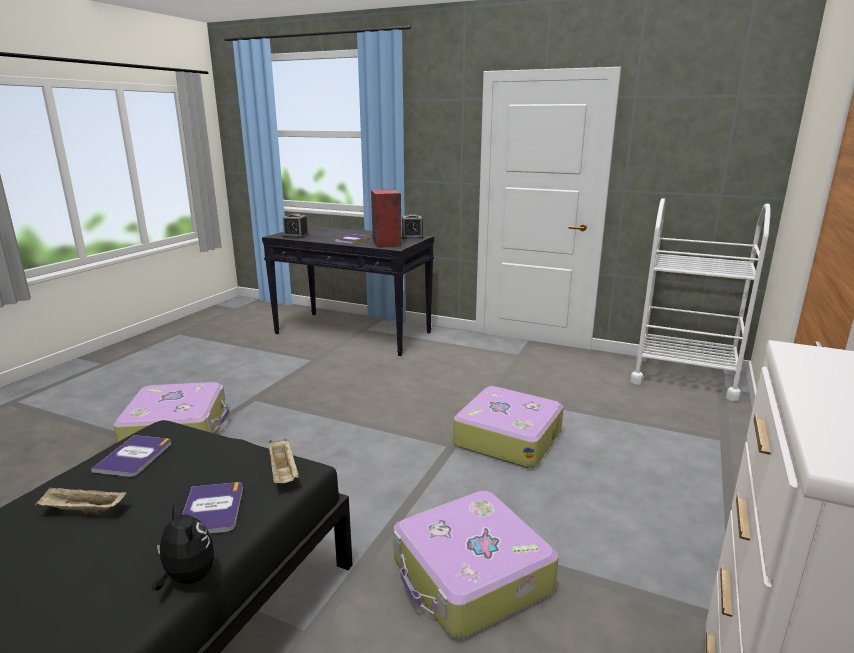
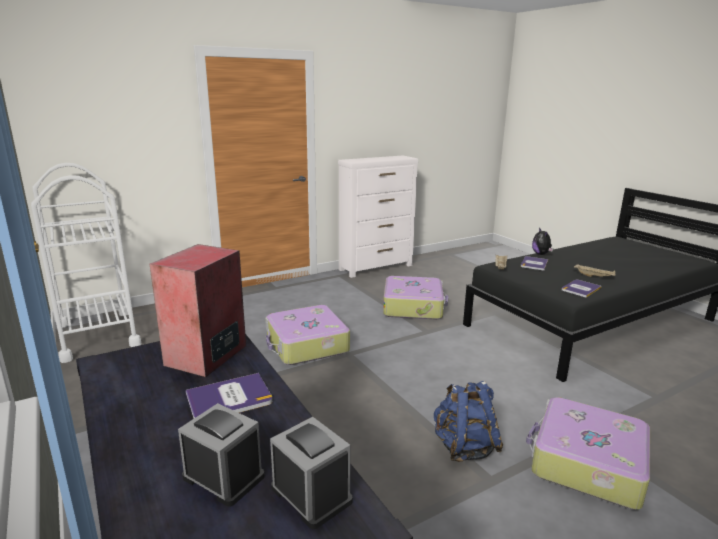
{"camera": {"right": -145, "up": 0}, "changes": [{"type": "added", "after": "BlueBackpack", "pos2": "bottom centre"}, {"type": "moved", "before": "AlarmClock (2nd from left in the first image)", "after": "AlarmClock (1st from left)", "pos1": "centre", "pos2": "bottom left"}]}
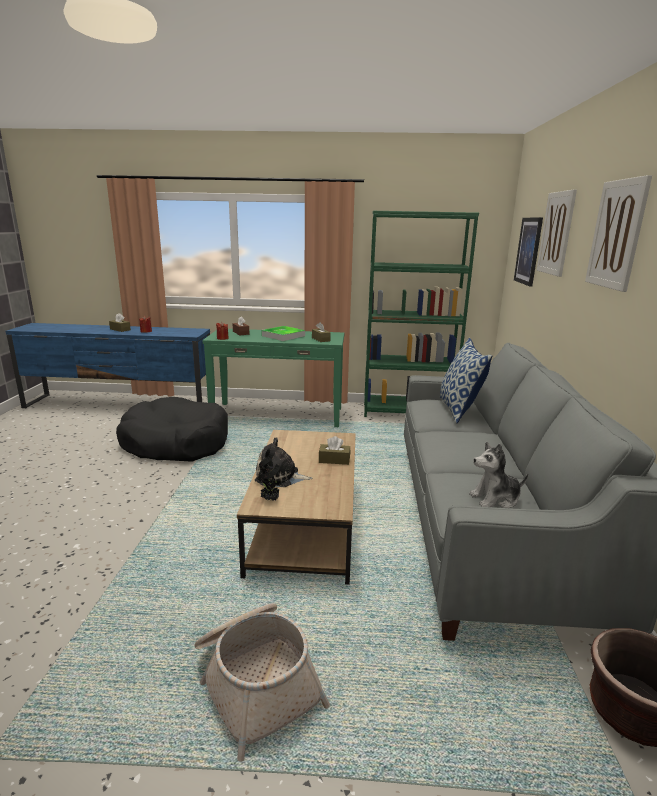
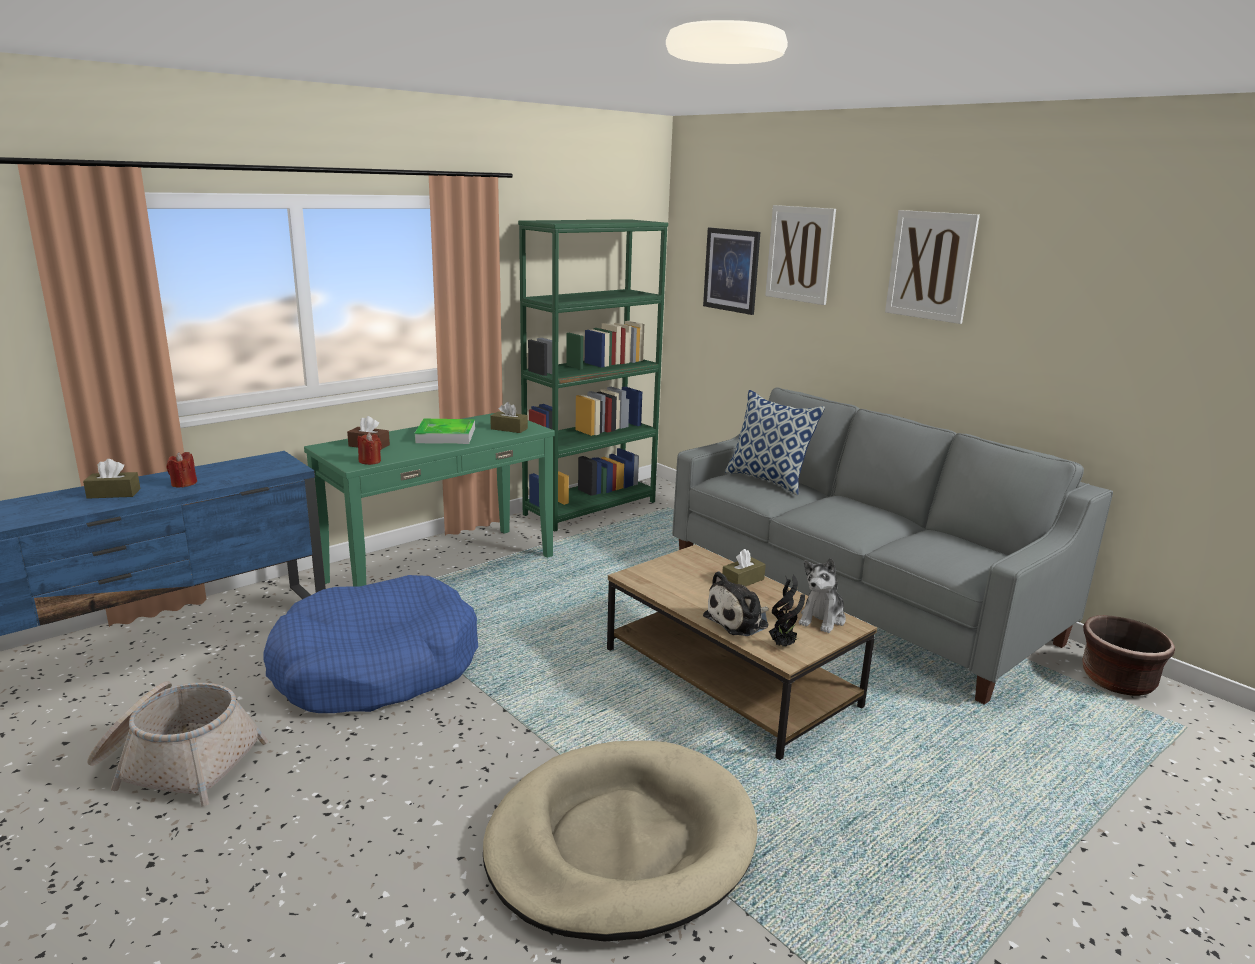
{"camera": {"right": -45, "up": 0}, "changes": [{"type": "added", "after": "BeigeDogBed", "pos2": "bottom centre"}, {"type": "moved", "before": "Basket", "pos1": "bottom centre", "pos2": "bottom left"}, {"type": "moved", "before": "PlushToy (2nd from left)", "pos1": "middle right", "pos2": "centre"}, {"type": "recoloured", "before": "BlackDogBed", "after": "BlueDogBed", "pos1": "middle left", "pos2": "bottom left"}]}
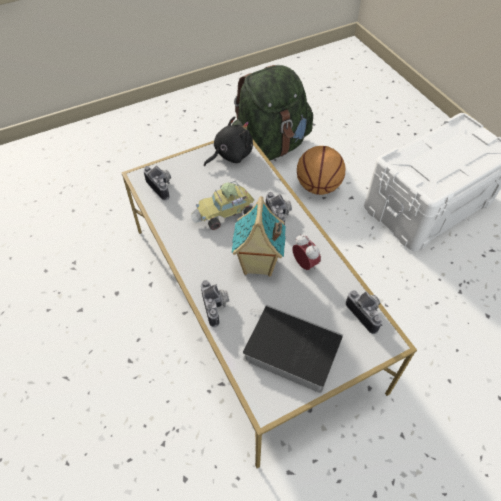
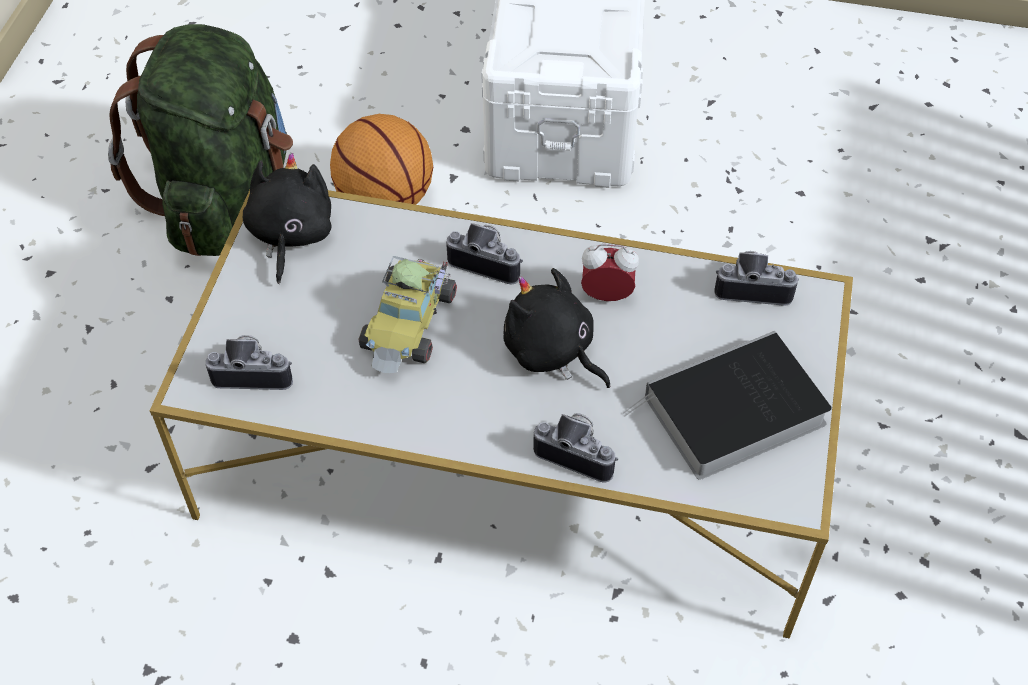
{"camera": {"right": -50, "up": 0}, "changes": [{"type": "replaced", "before": "ToyHouse", "after": "BlackPlushToy (2nd from left)", "pos1": "centre", "pos2": "centre"}]}
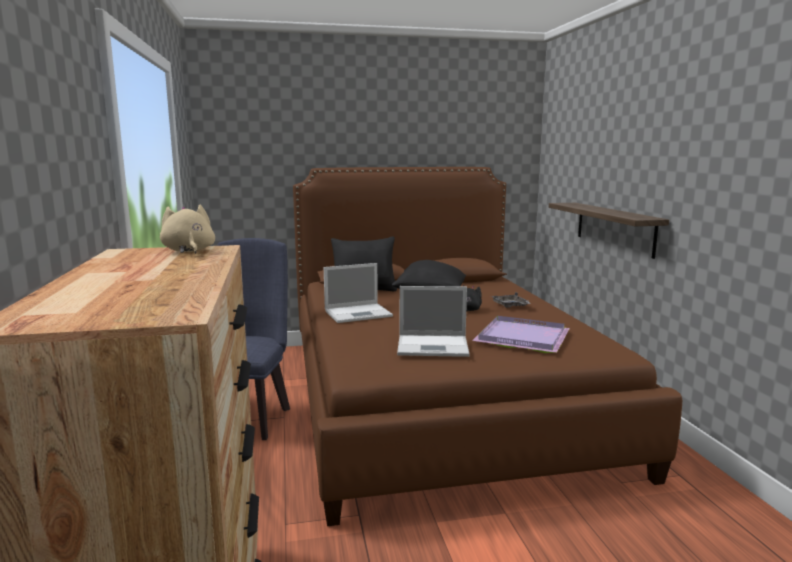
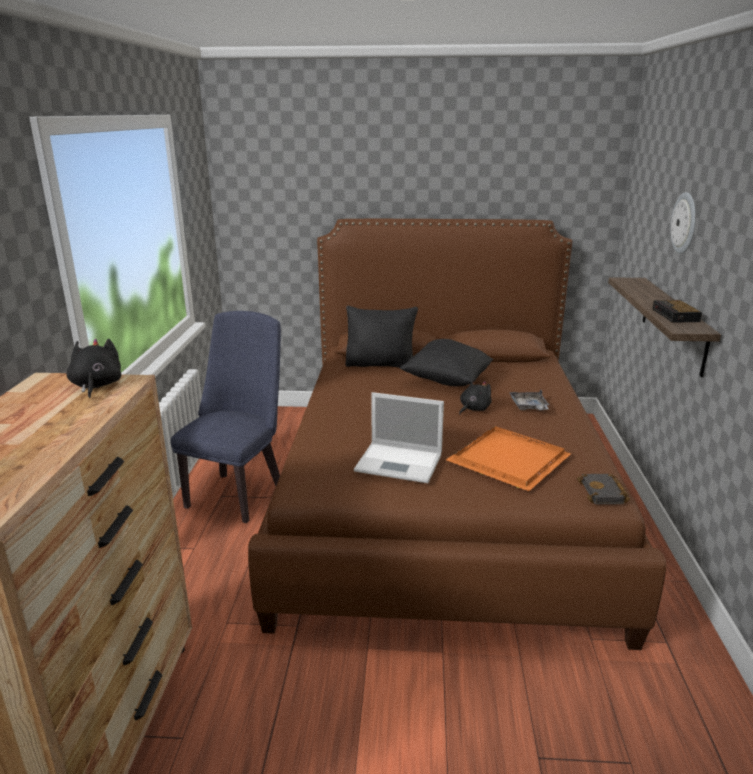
{"camera": {"right": 15, "up": 10}, "changes": [{"type": "removed", "before": "Laptop (1st from left)", "pos1": "centre"}, {"type": "added", "after": "BlackBook", "pos2": "middle right"}, {"type": "added", "after": "AlarmClock", "pos2": "middle right"}, {"type": "added", "after": "WallClock", "pos2": "top right"}, {"type": "recoloured", "before": "BeigePlushToy", "after": "BlackPlushToy (1st from left)", "pos1": "middle left", "pos2": "middle left"}, {"type": "recoloured", "before": "PurpleTray", "after": "OrangeTray", "pos1": "centre", "pos2": "middle right"}]}
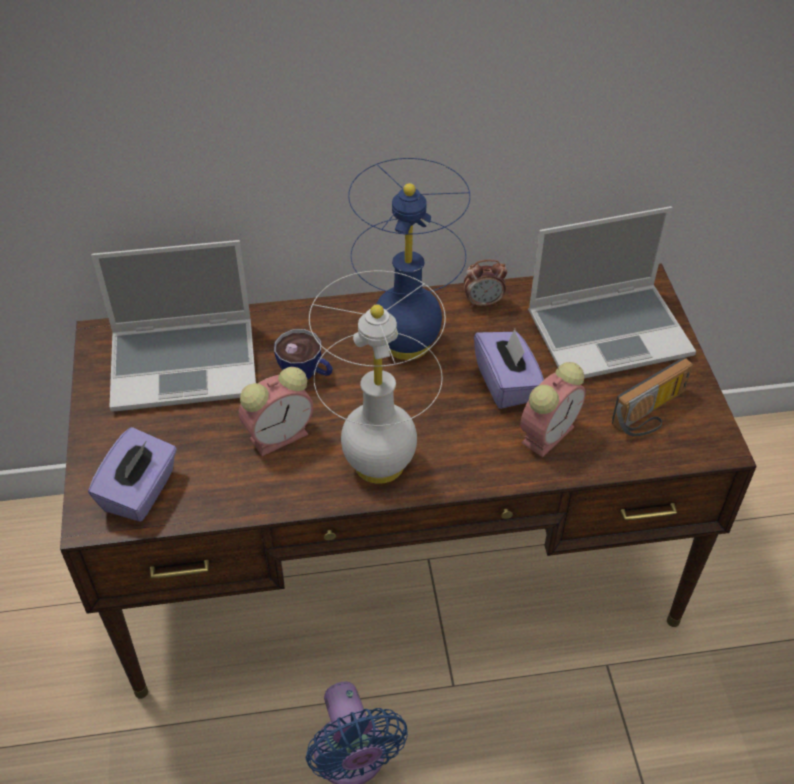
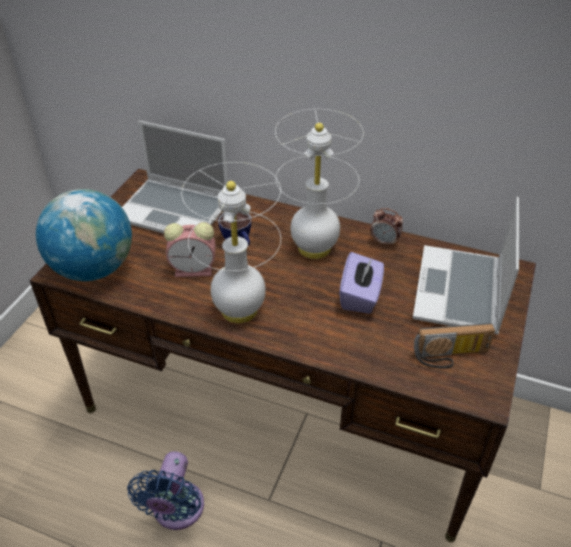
{"camera": {"right": 30, "up": -5}, "changes": [{"type": "removed", "before": "AlarmClock (3rd from left)", "pos1": "middle right"}, {"type": "replaced", "before": "PurpleTissueBox (1st from left)", "after": "Globe", "pos1": "middle left", "pos2": "middle left"}, {"type": "recoloured", "before": "BlueTableLamp", "after": "WhiteTableLamp (2nd from left)", "pos1": "top centre", "pos2": "centre"}, {"type": "turned", "before": "Laptop (2nd from left)", "pos1": "middle right", "pos2": "middle right", "turn": 90}]}
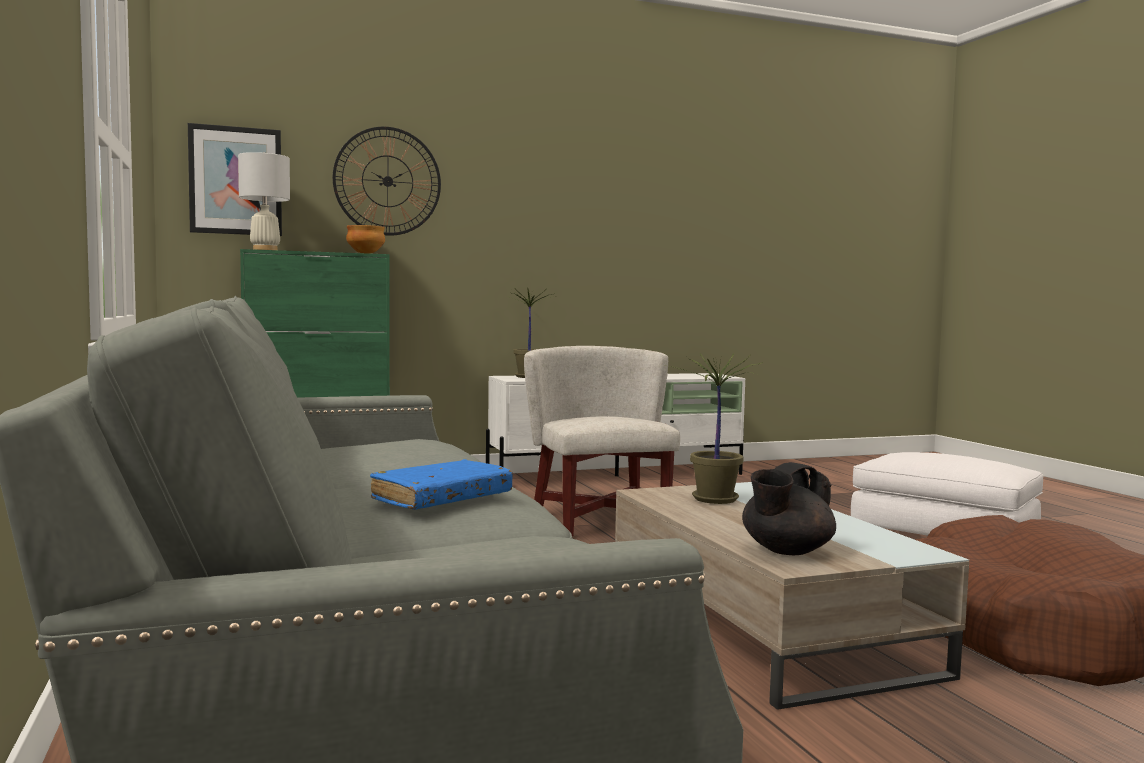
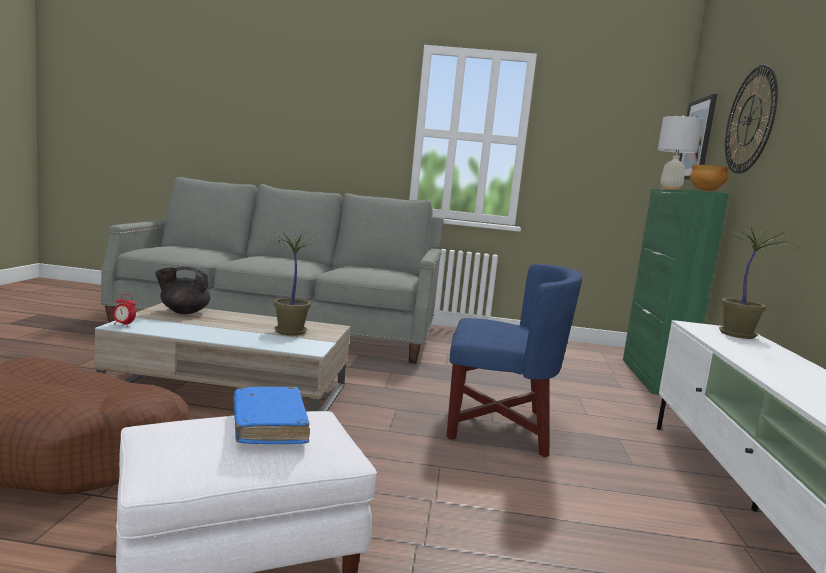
{"camera": {"right": 115, "up": 5}, "changes": [{"type": "added", "after": "AlarmClock", "pos2": "middle left"}, {"type": "moved", "before": "BlueBook", "pos1": "centre", "pos2": "bottom left"}, {"type": "recoloured", "before": "WhiteArmchair", "after": "BlueArmchair", "pos1": "centre", "pos2": "centre"}, {"type": "turned", "before": "BlackTeapot", "pos1": "middle right", "pos2": "middle left", "turn": -90}]}
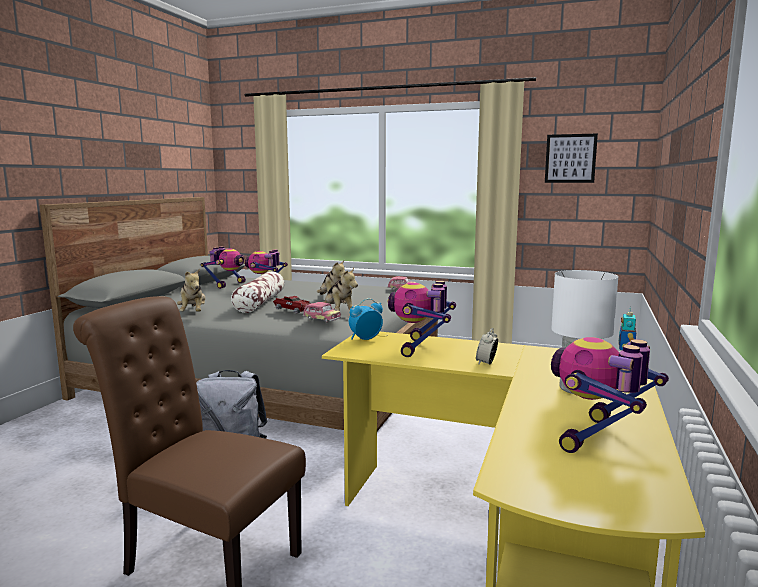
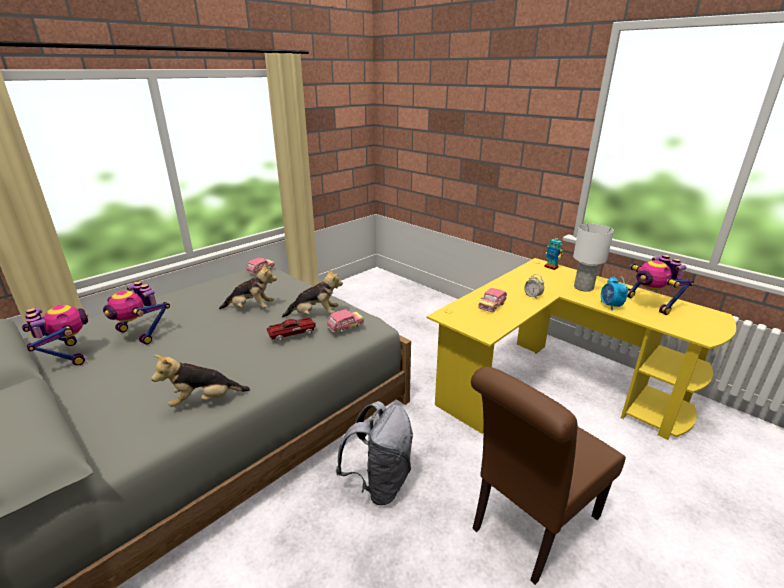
{"camera": {"right": -65, "up": 15}, "changes": [{"type": "removed", "before": "Pillow", "pos1": "centre"}, {"type": "removed", "before": "Picture", "pos1": "top right"}, {"type": "moved", "before": "AlarmClock (1st from left in the first image)", "after": "AlarmClock (2nd from left)", "pos1": "centre", "pos2": "middle right"}, {"type": "replaced", "before": "ToyRobot (3rd from left)", "after": "ToyCar (4th from left)", "pos1": "centre", "pos2": "centre"}, {"type": "turned", "before": "PlushToy (1st from left)", "pos1": "middle left", "pos2": "middle left", "turn": 150}]}
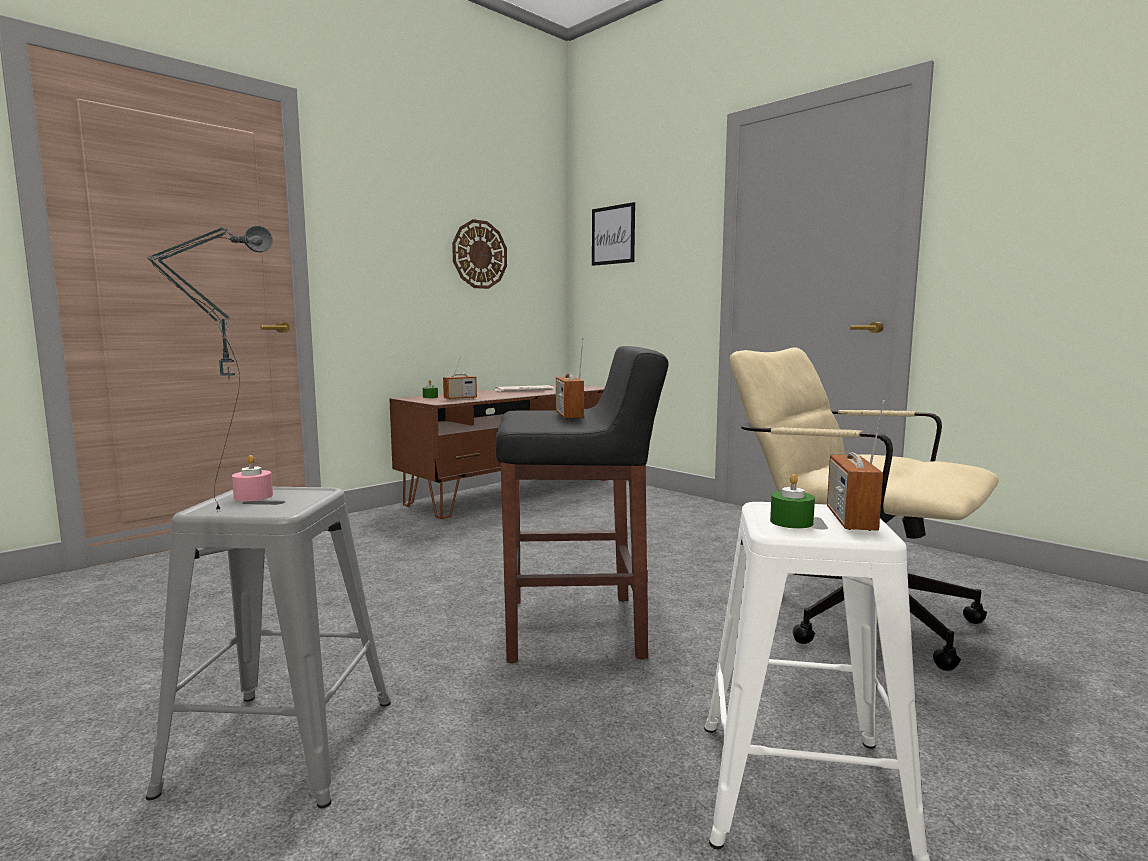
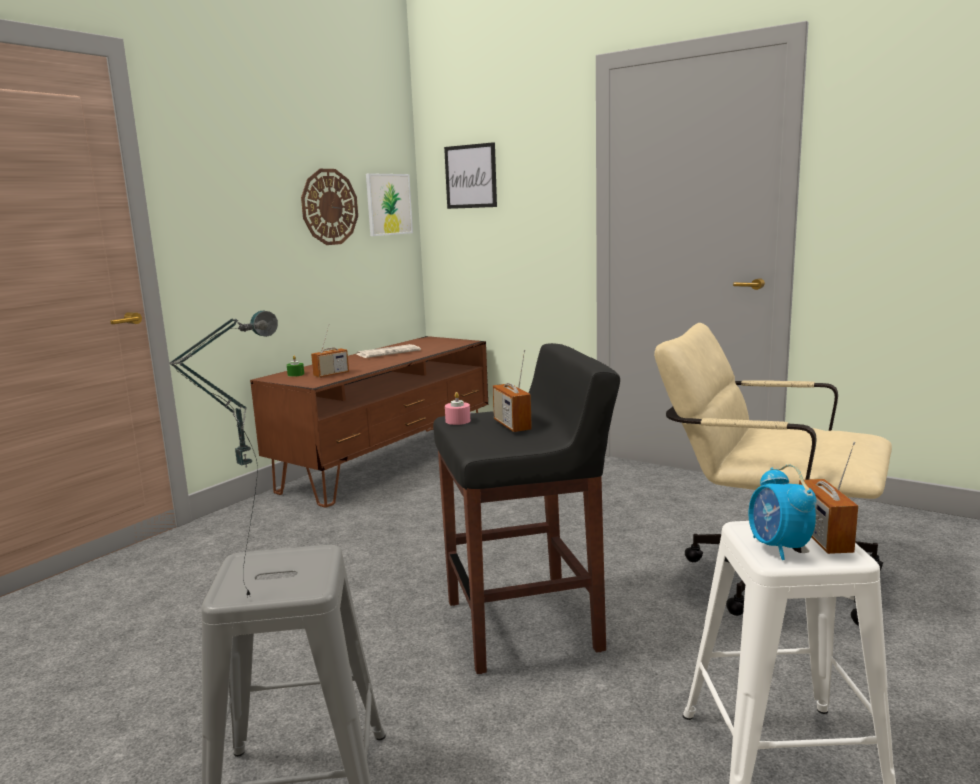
{"camera": {"right": -10, "up": 5}, "changes": [{"type": "added", "after": "Picture (1st from left)", "pos2": "top centre"}, {"type": "moved", "before": "PinkCandle", "pos1": "middle left", "pos2": "centre"}, {"type": "replaced", "before": "GreenCandle (2nd from left)", "after": "AlarmClock", "pos1": "middle right", "pos2": "middle right"}]}
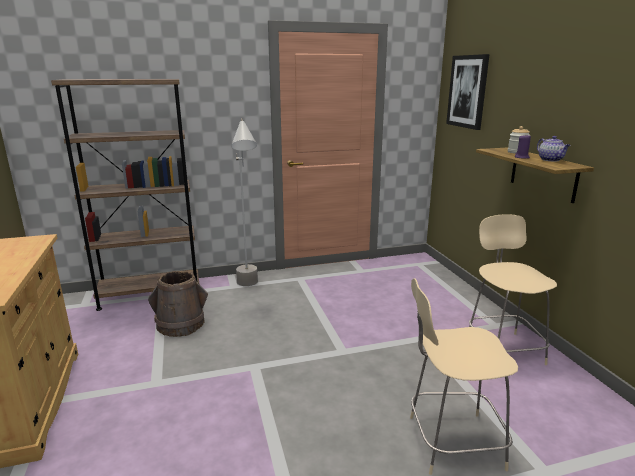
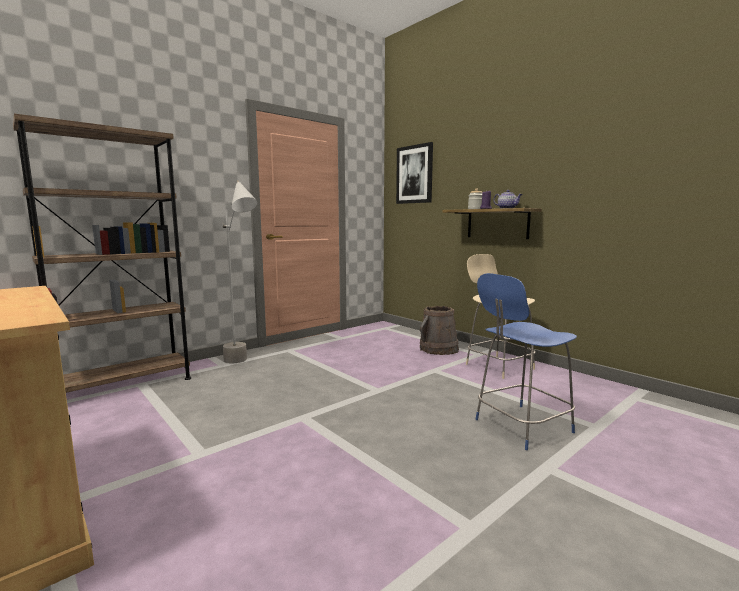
{"camera": {"right": -25, "up": -10}, "changes": [{"type": "moved", "before": "BrownBucket", "pos1": "middle left", "pos2": "centre"}, {"type": "recoloured", "before": "BeigeChair (1st from left)", "after": "BlueChair", "pos1": "bottom right", "pos2": "middle right"}]}
